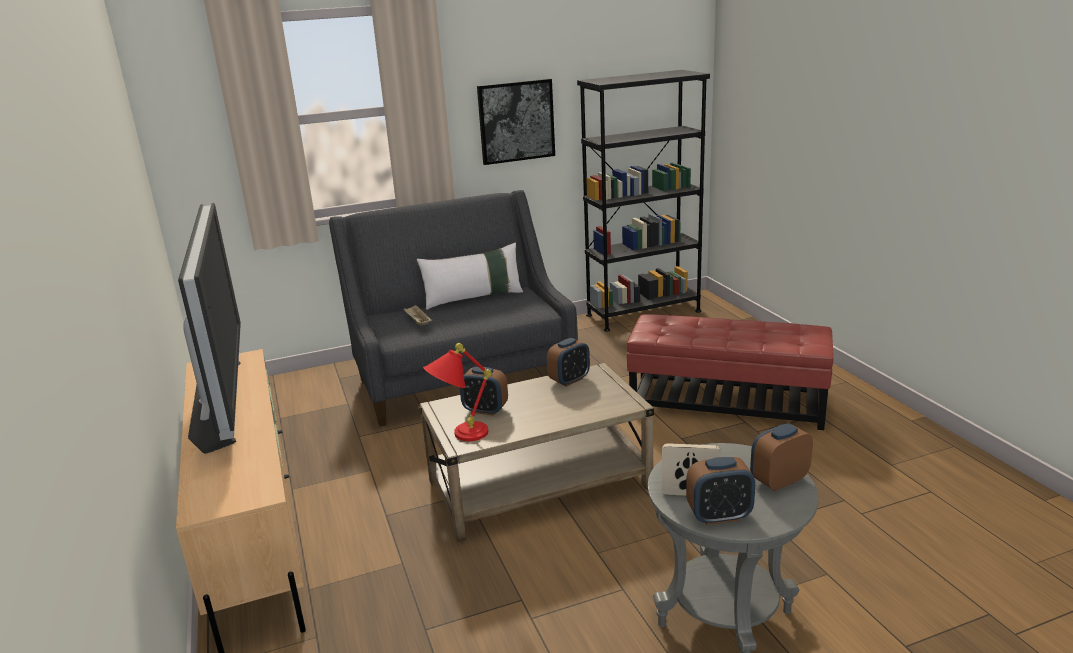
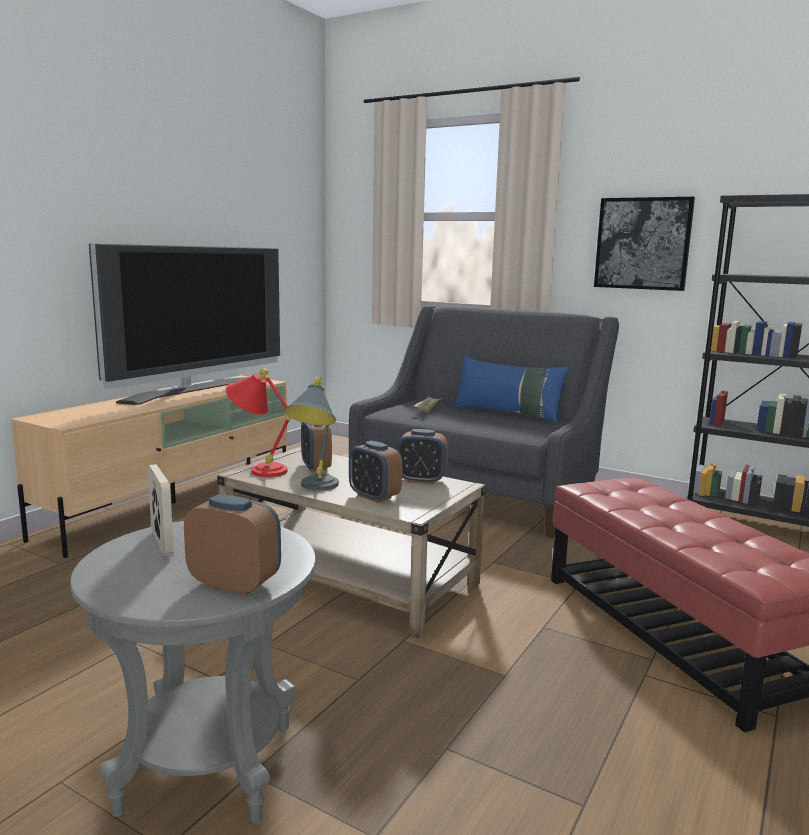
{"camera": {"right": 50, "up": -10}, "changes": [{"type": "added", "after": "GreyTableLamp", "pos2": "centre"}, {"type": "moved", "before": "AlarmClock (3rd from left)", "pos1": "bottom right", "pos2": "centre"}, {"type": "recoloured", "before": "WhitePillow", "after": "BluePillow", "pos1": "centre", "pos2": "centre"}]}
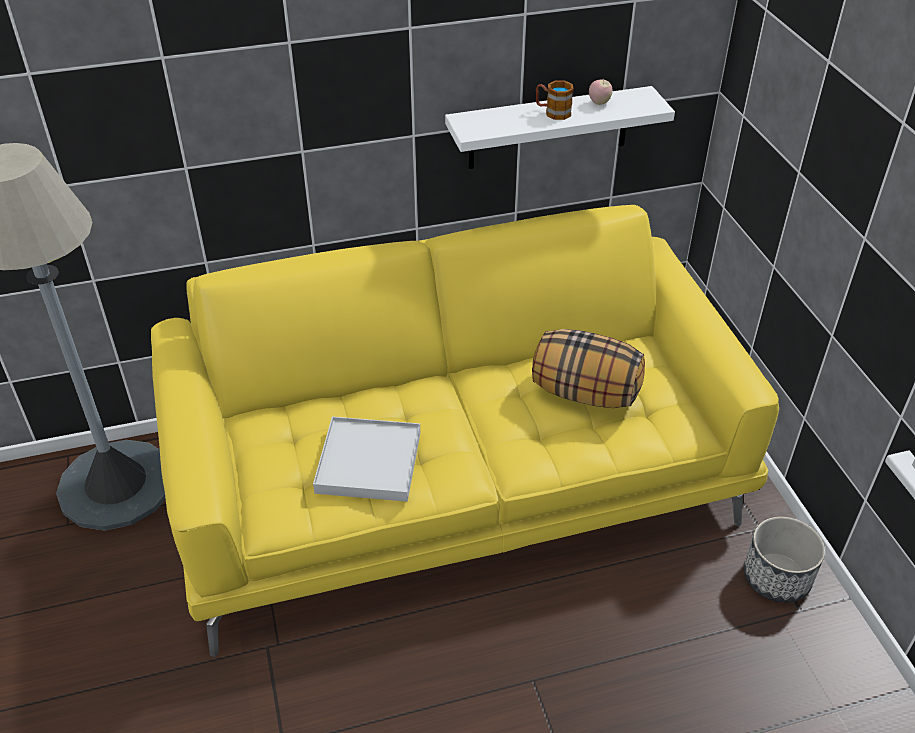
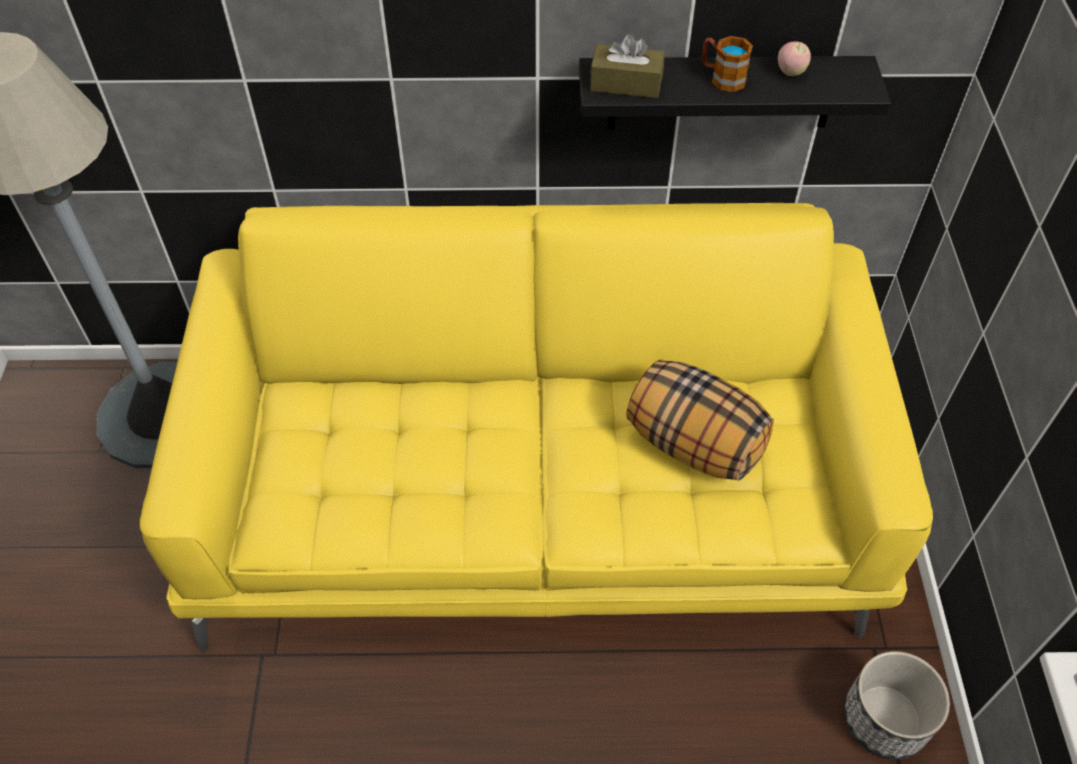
{"camera": {"right": 15, "up": 10}, "changes": [{"type": "removed", "before": "WhiteTray", "pos1": "centre"}, {"type": "added", "after": "BrownTissueBox", "pos2": "top centre"}, {"type": "recoloured", "before": "WhiteShelf", "after": "BlackShelf", "pos1": "top centre", "pos2": "top right"}]}
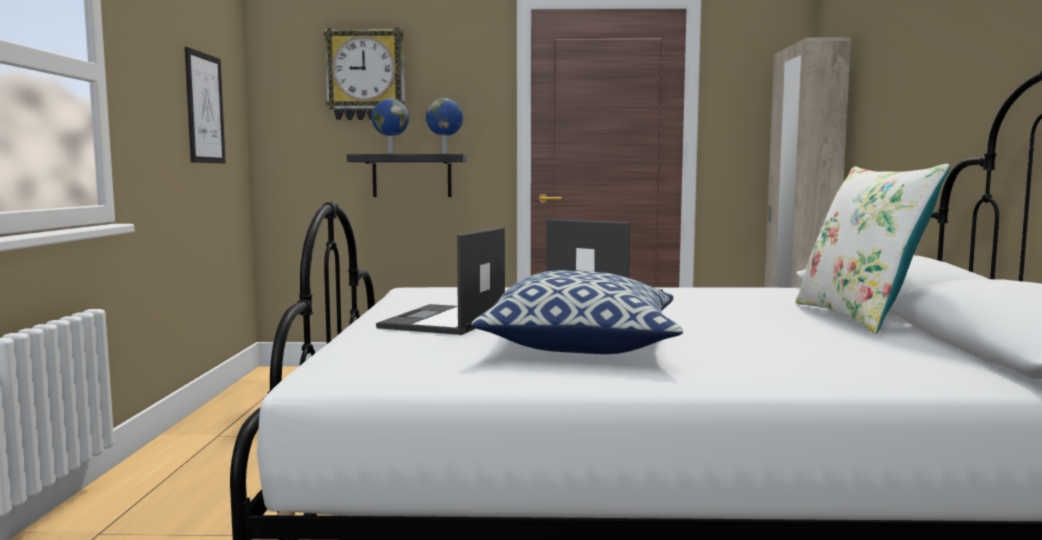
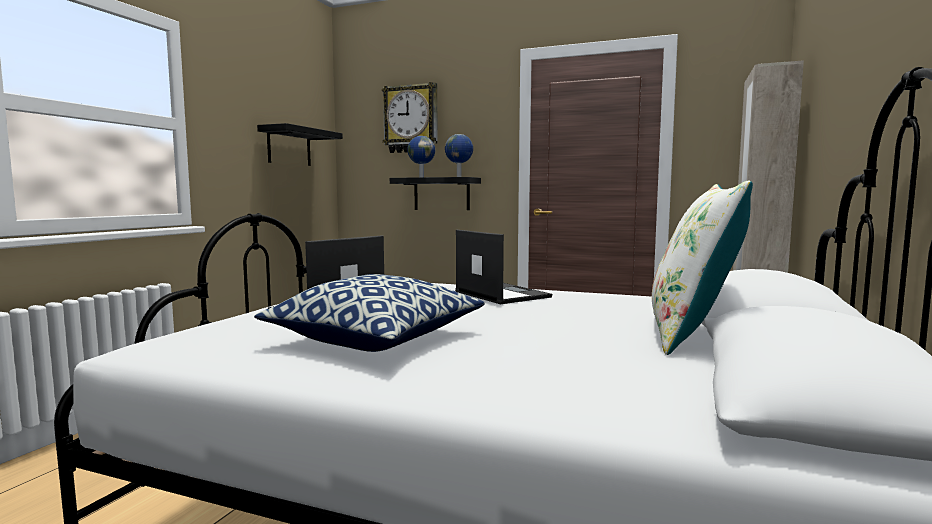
{"camera": {"right": 20, "up": 0}, "changes": [{"type": "replaced", "before": "Picture", "after": "BlackShelf (1st from left)", "pos1": "top left", "pos2": "top left"}]}
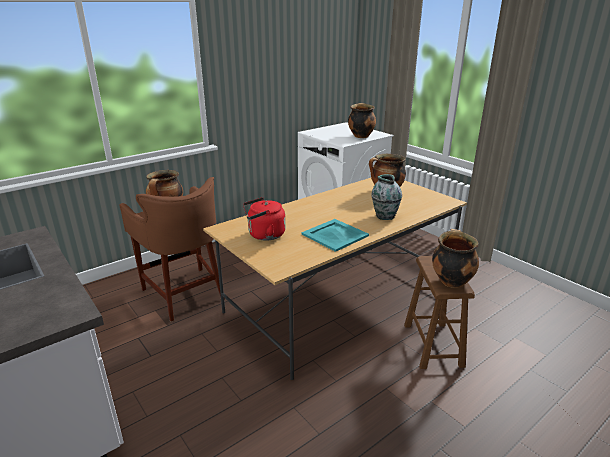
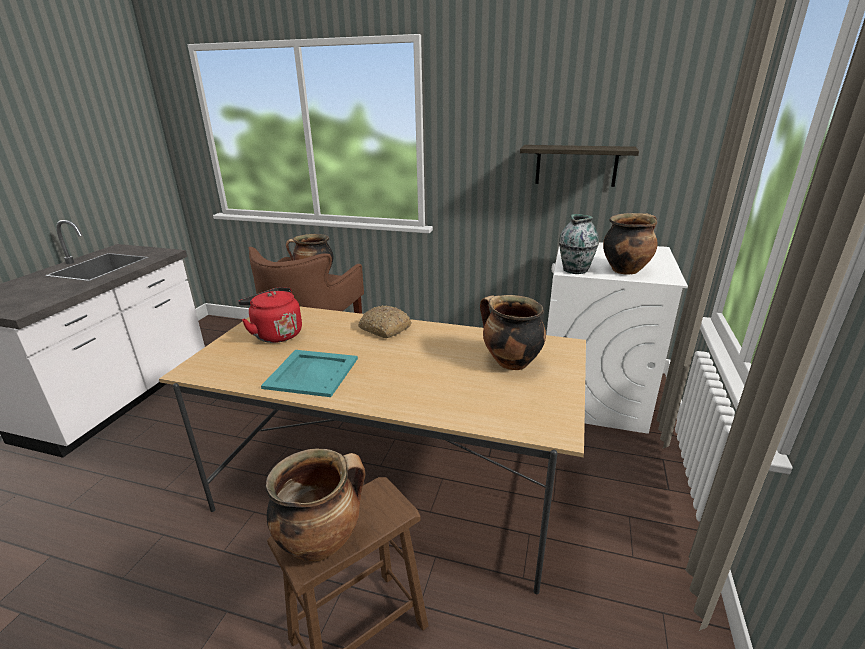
{"camera": {"right": 55, "up": 0}, "changes": [{"type": "added", "after": "Bread", "pos2": "centre"}, {"type": "added", "after": "Shelf", "pos2": "top right"}, {"type": "moved", "before": "Vase", "pos1": "centre", "pos2": "middle right"}]}
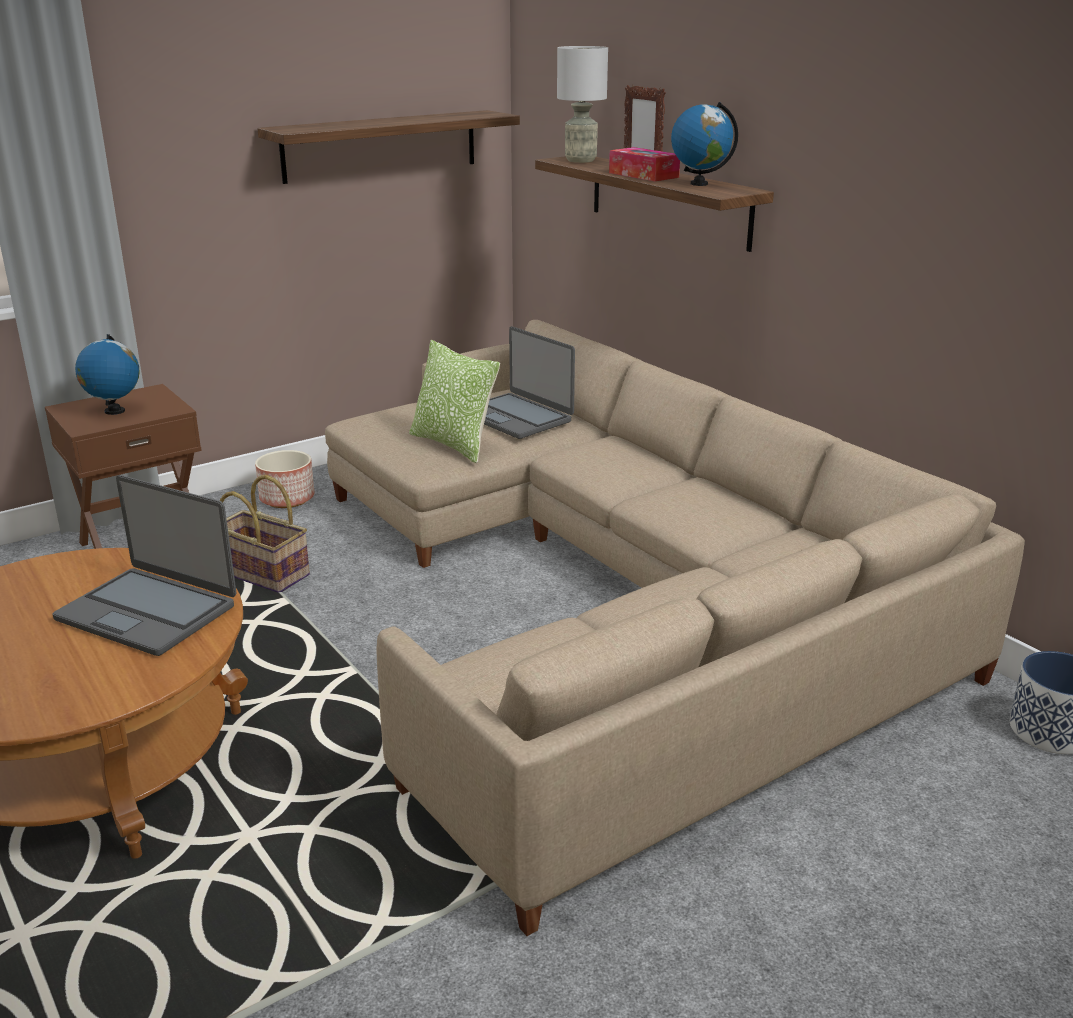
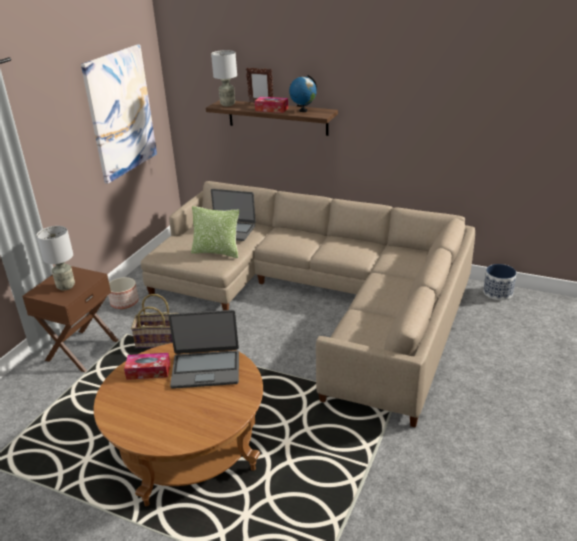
{"camera": {"right": -30, "up": 5}, "changes": [{"type": "added", "after": "TissueBox (1st from left)", "pos2": "bottom left"}, {"type": "replaced", "before": "Globe (1st from left)", "after": "GreyTableLamp (1st from left)", "pos1": "middle left", "pos2": "middle left"}, {"type": "replaced", "before": "Shelf (1st from left)", "after": "Picture", "pos1": "top centre", "pos2": "top left"}]}
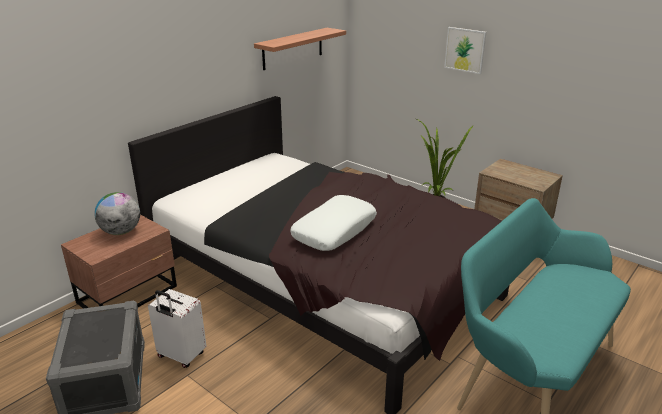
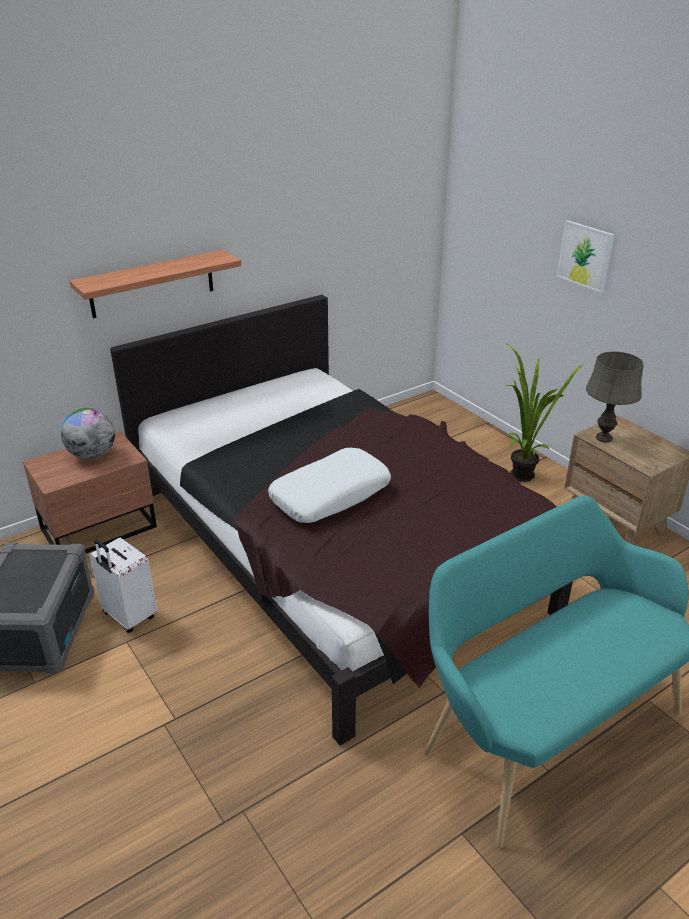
{"camera": {"right": 15, "up": 5}, "changes": [{"type": "added", "after": "GreyTableLamp", "pos2": "middle right"}, {"type": "moved", "before": "Shelf", "pos1": "top centre", "pos2": "top left"}]}
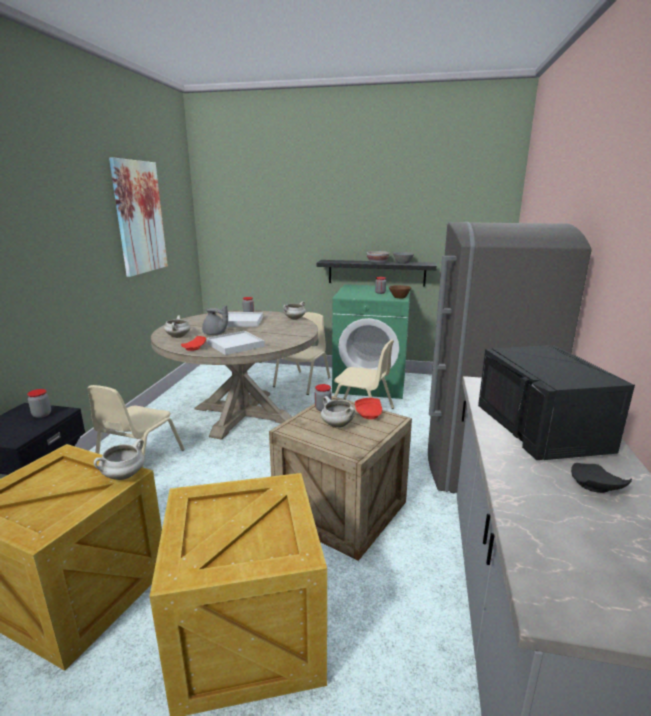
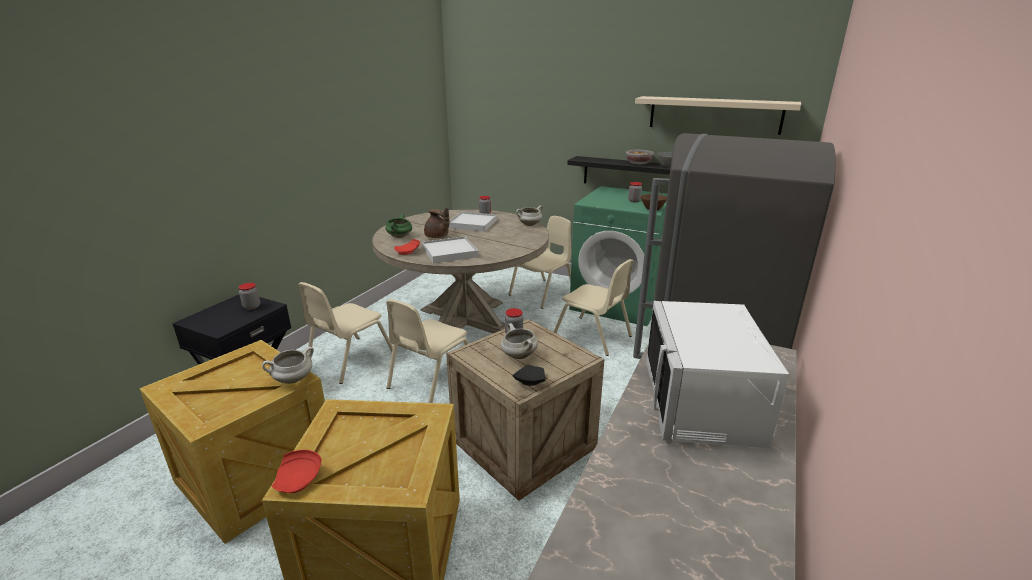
{"camera": {"right": 15, "up": 5}, "changes": [{"type": "removed", "before": "Picture", "pos1": "top left"}, {"type": "added", "after": "BeigeChair (2nd from left)", "pos2": "centre"}, {"type": "added", "after": "BeigeShelf", "pos2": "top right"}, {"type": "moved", "before": "RedPlate (2nd from left in the first image)", "after": "RedPlate (1st from left)", "pos1": "centre", "pos2": "bottom left"}, {"type": "moved", "before": "BlackPlate", "pos1": "bottom right", "pos2": "centre"}, {"type": "recoloured", "before": "WhiteCookingPot (2nd from left)", "after": "GreenCookingPot", "pos1": "middle left", "pos2": "centre"}, {"type": "recoloured", "before": "GreyTeapot", "after": "BrownTeapot", "pos1": "middle left", "pos2": "centre"}, {"type": "recoloured", "before": "BlackMicrowave", "after": "WhiteMicrowave", "pos1": "middle right", "pos2": "middle right"}]}
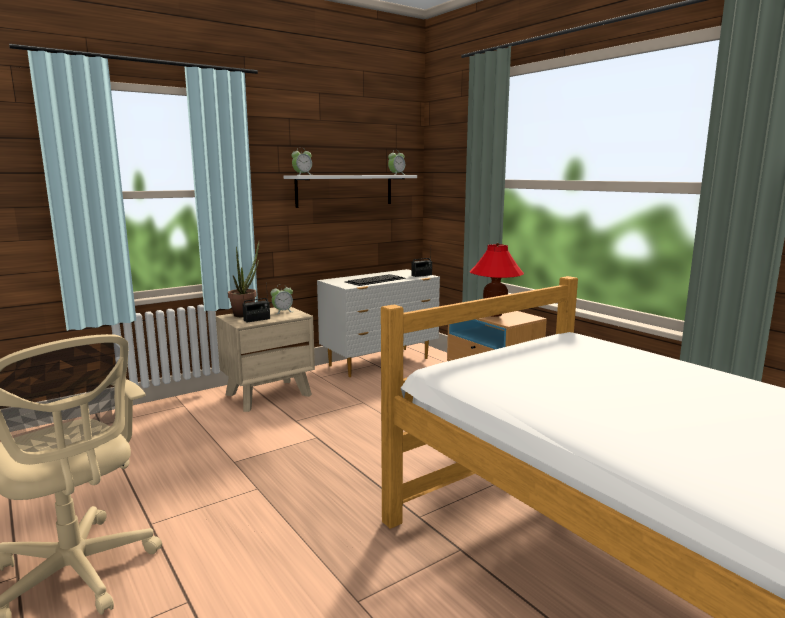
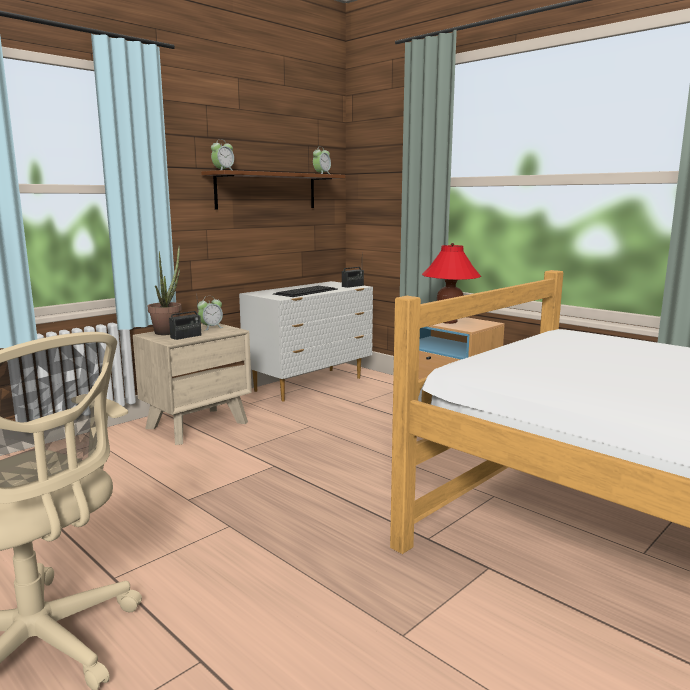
{"camera": {"right": -10, "up": 0}, "changes": [{"type": "recoloured", "before": "WhiteShelf", "after": "BrownShelf", "pos1": "top centre", "pos2": "top centre"}]}
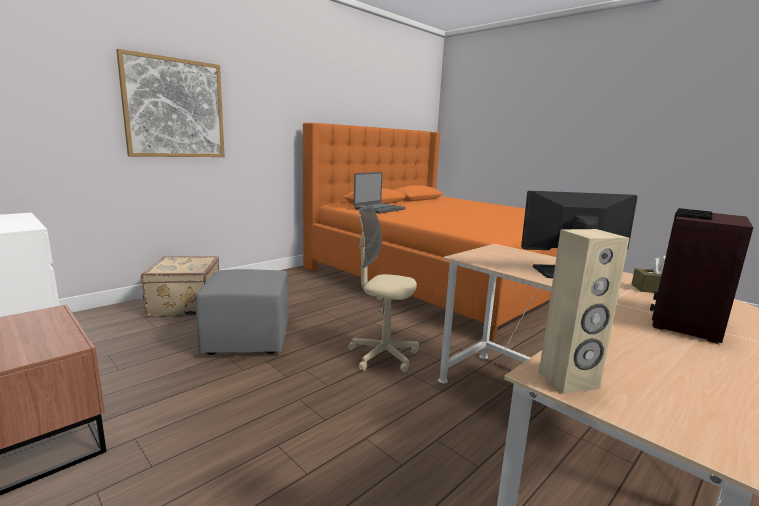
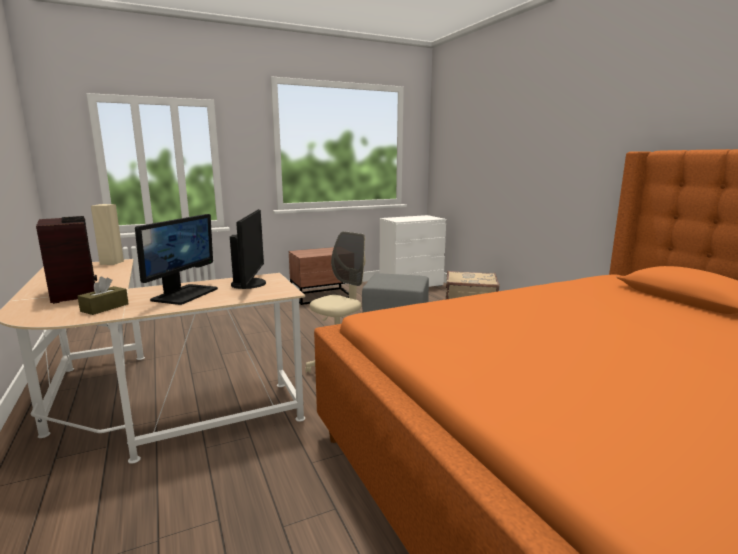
{"camera": {"right": 110, "up": 0}, "changes": [{"type": "removed", "before": "Picture", "pos1": "top left"}, {"type": "removed", "before": "Laptop", "pos1": "centre"}, {"type": "added", "after": "Monitor (2nd from left)", "pos2": "centre"}]}
